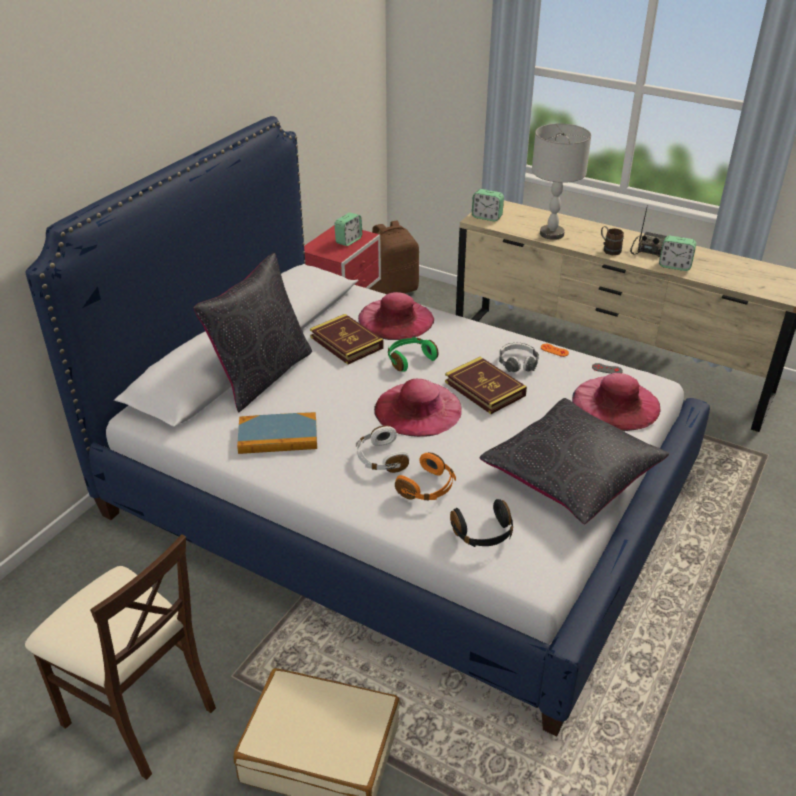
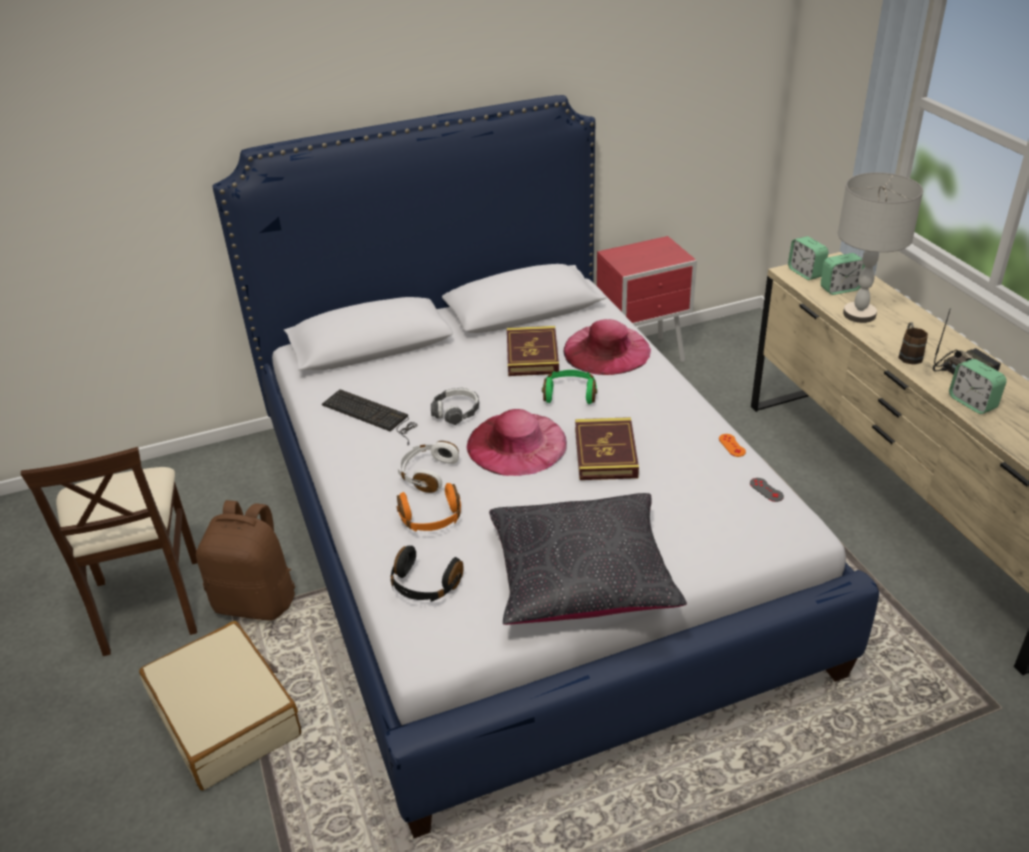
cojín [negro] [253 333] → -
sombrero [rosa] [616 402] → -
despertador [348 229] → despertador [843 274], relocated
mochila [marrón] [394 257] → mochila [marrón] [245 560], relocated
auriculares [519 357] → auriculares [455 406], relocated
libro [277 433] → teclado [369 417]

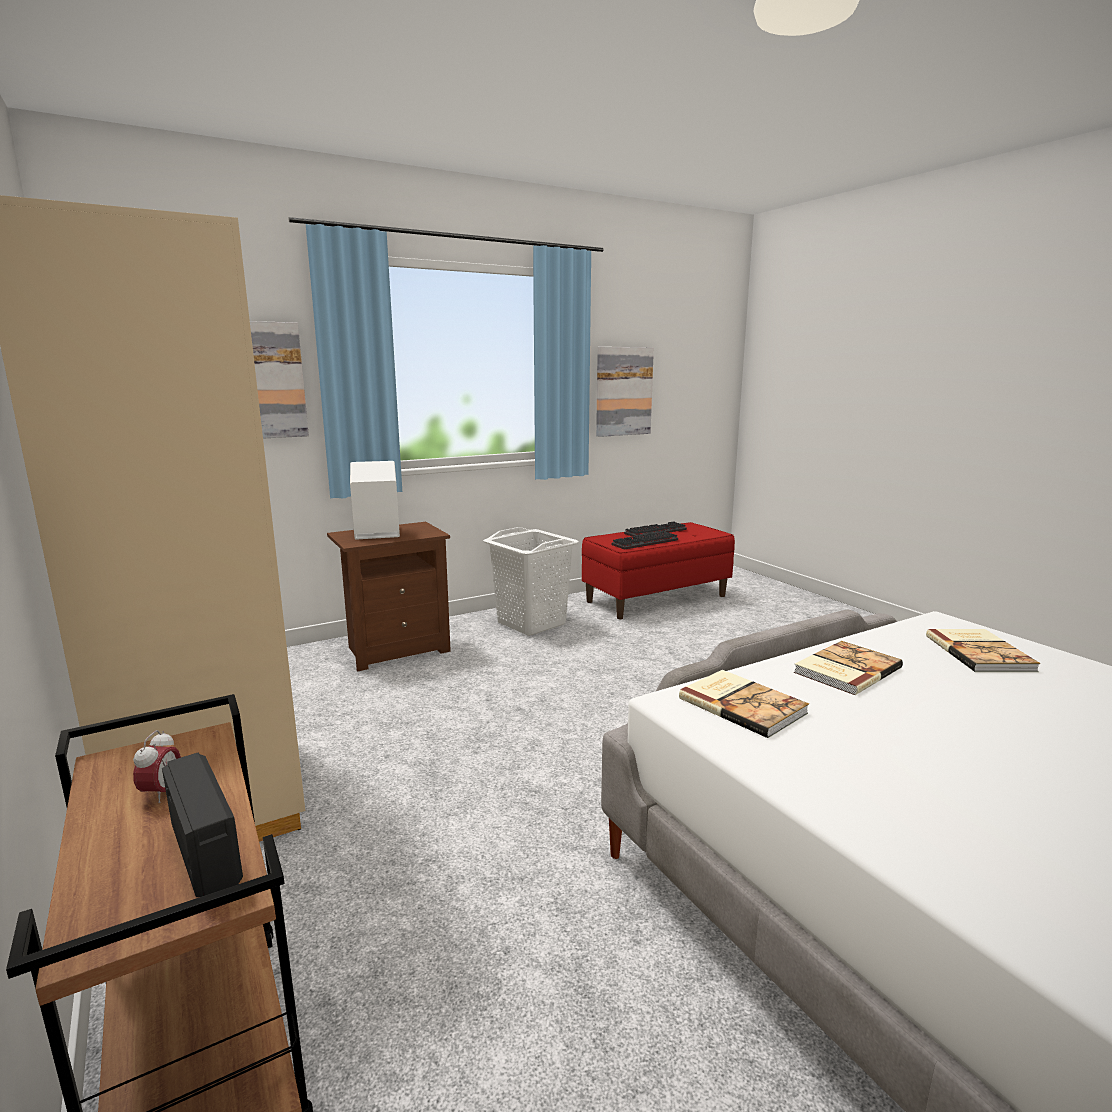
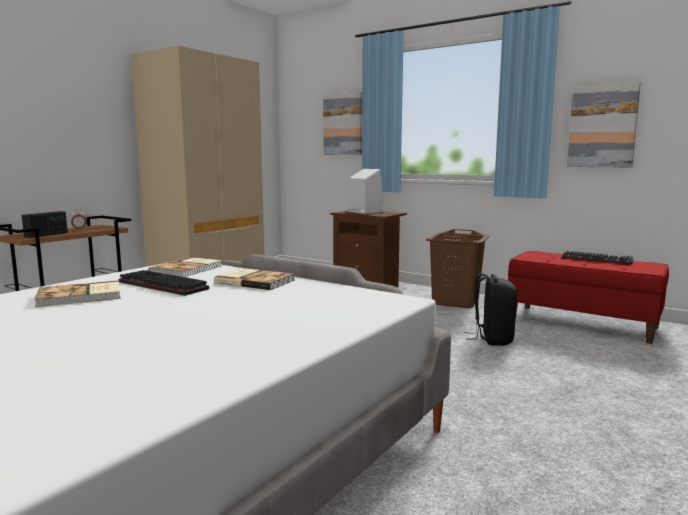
- → mochila [negro] [491 309]
teclado [645 540] → teclado [164 283], relocated
libro [983 650] → libro [77 293], relocated
cesto de la ropa [blanco] [530 581] → cesto de la ropa [marrón] [457 268]

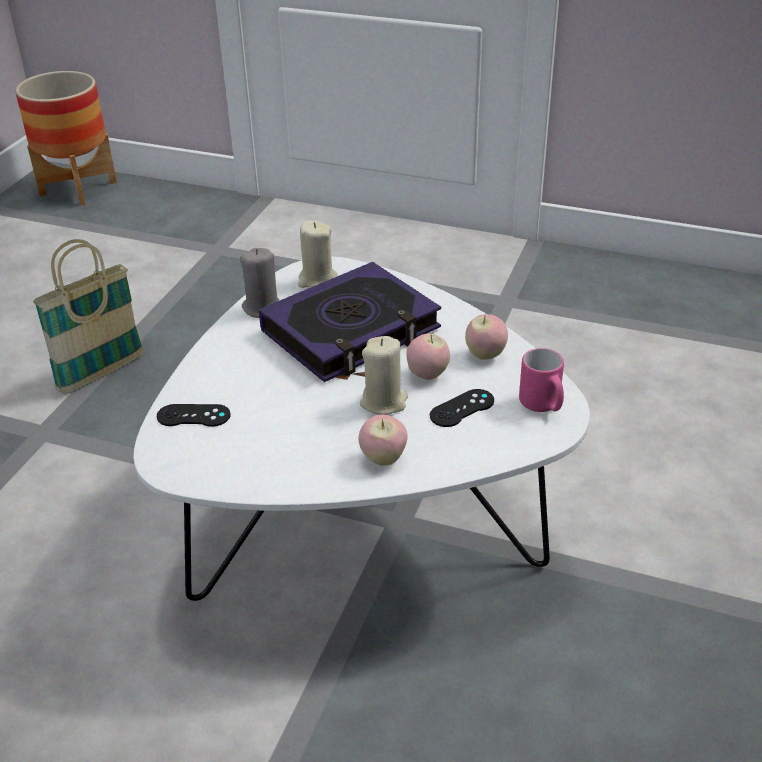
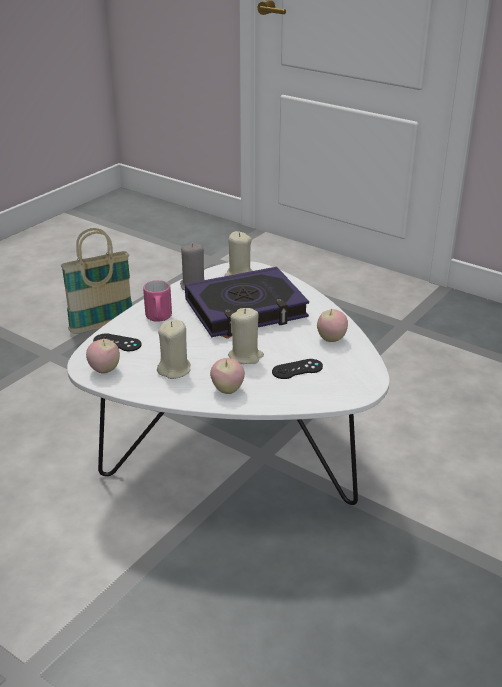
maceta [66 138] → -
- → vela [beis] [173 349]
manzana [428 357] → manzana [103 356], relocated
taza grande [rosa] [541 380] → taza grande [rosa] [157 301], relocated

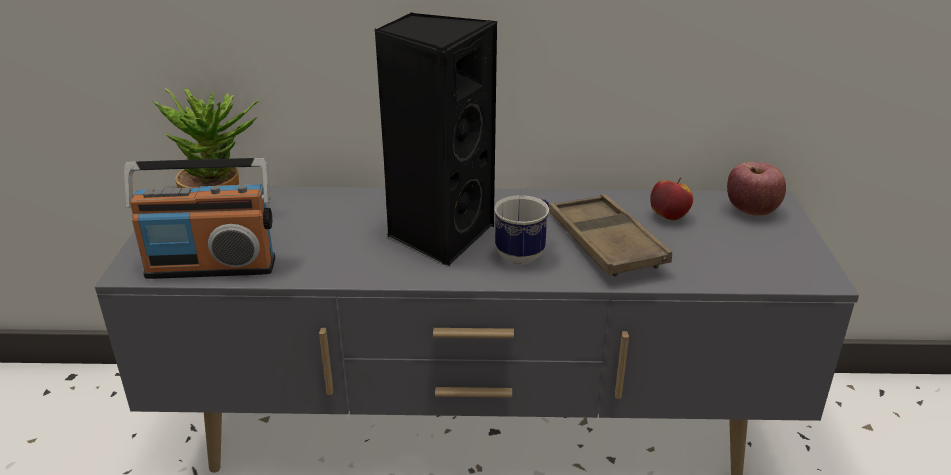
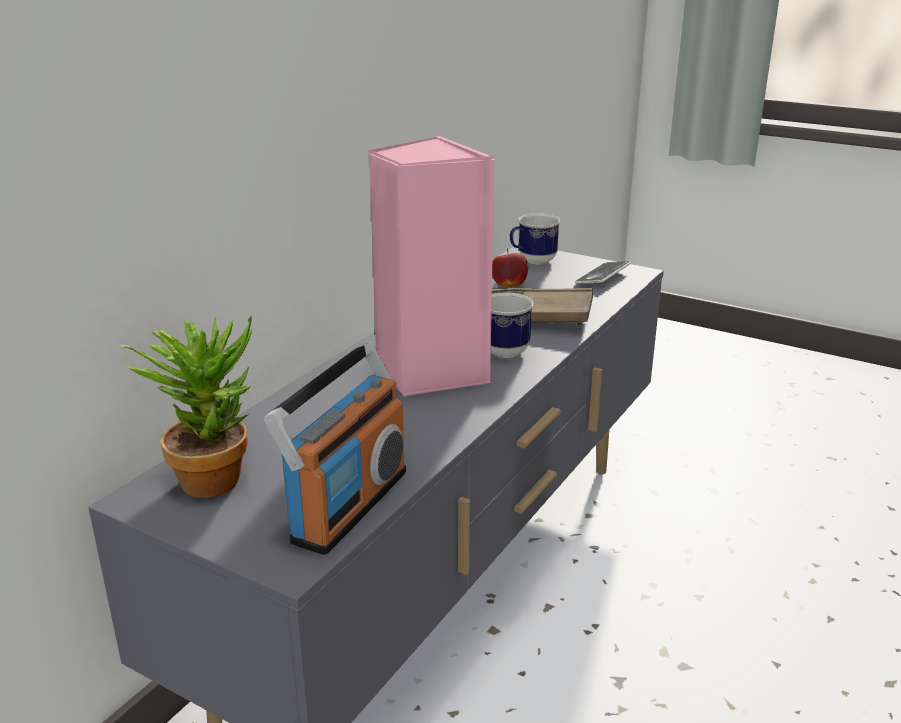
- → móvil [603 272]
manzana [756 189] → taza grande [535 238]
altavoz [negro] [435 139] → altavoz [rosa] [431 266]

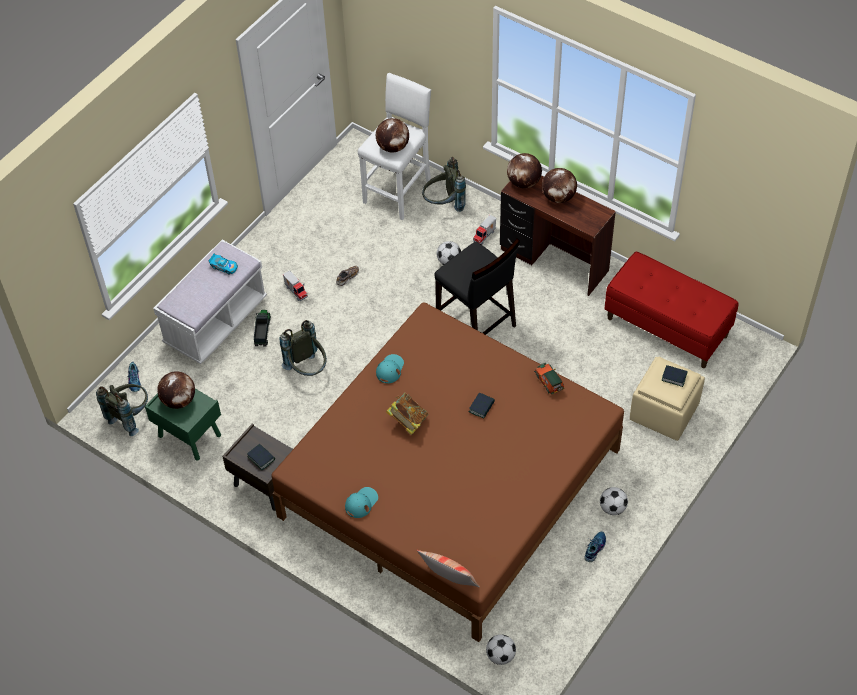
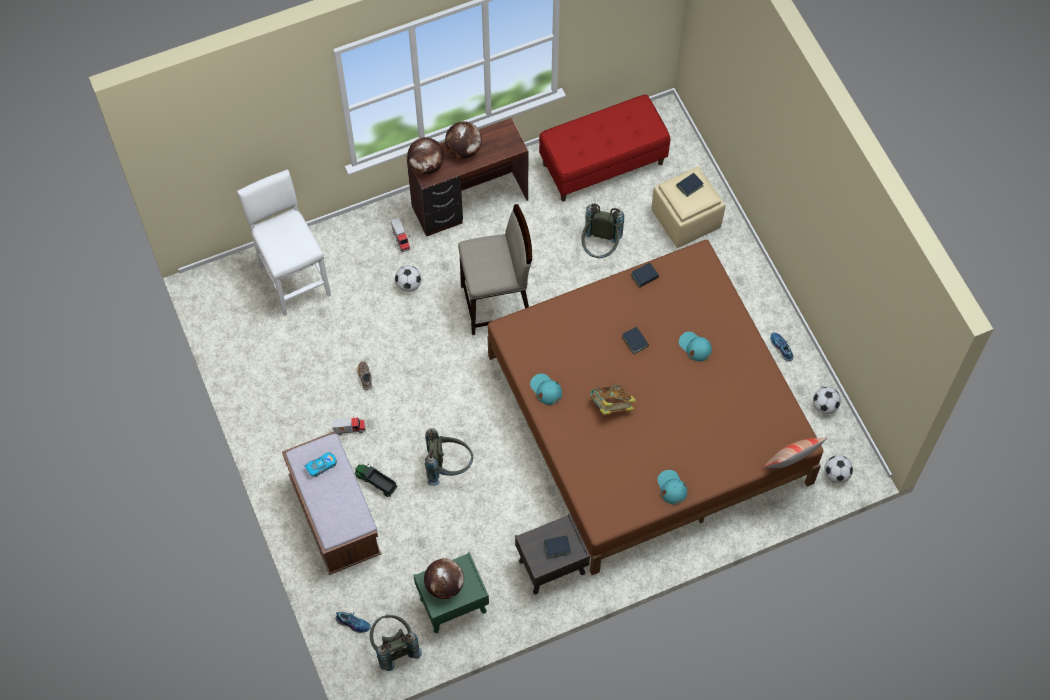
globo terráqueo [392 135] → -
- → gorra [turquesa] [695 346]
mochila [gris] [444 184] → mochila [gris] [603 230], relocated
balón de fútbol [614 501] → balón de fútbol [827 400], relocated
coche de juguete [549 379] → libro [645 275]
banco [blanco] [210 302] → banco [marrón] [331 503]
taburete [negro] [477 287] → taburete [beis] [495 269]

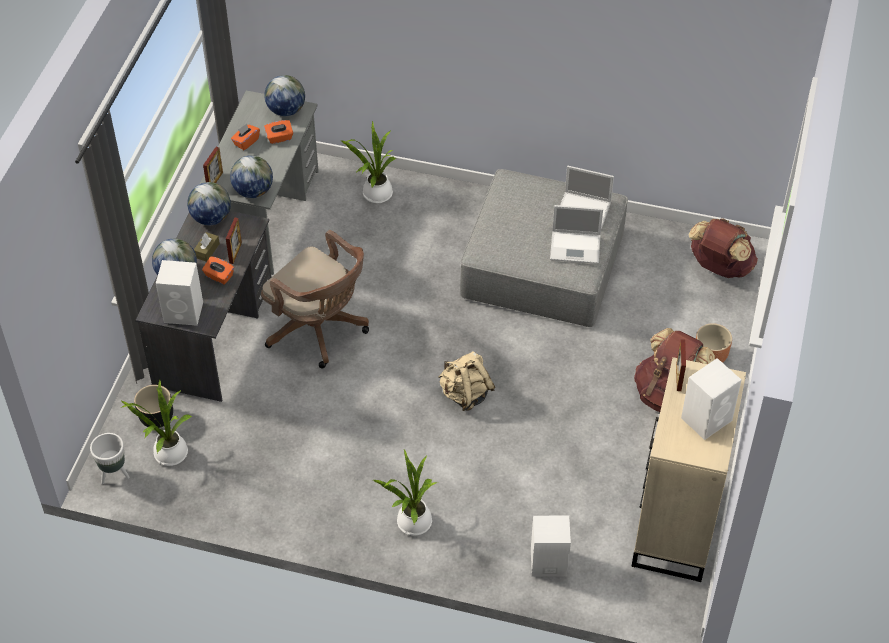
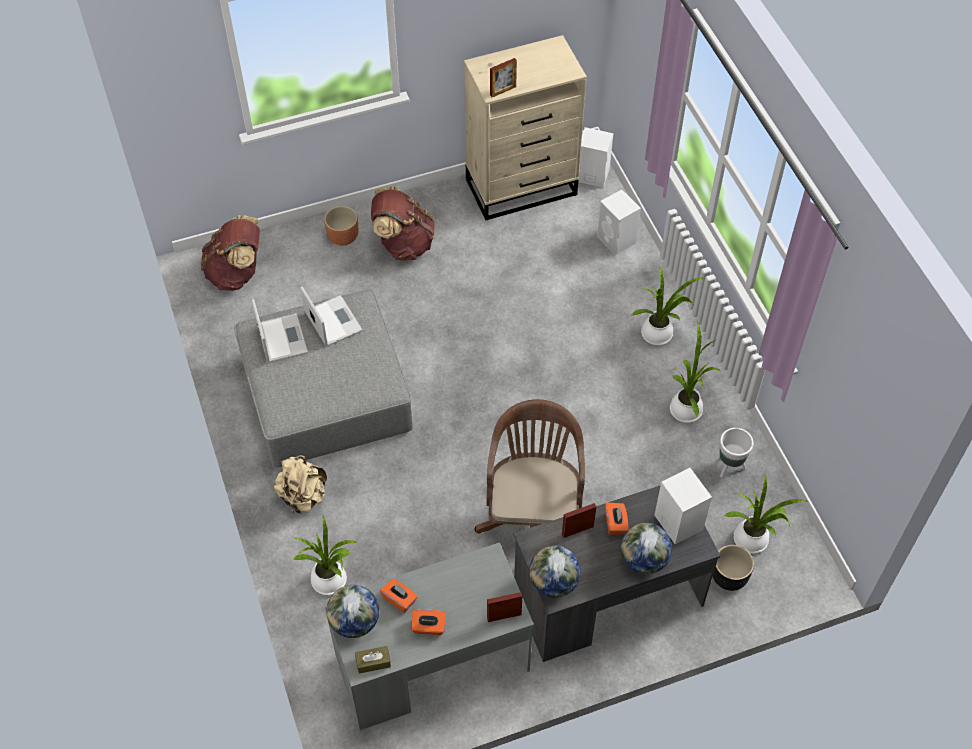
globo terráqueo [251 176] → -
- → planta en maceta [695 372]
maceta [blanco] [110 458] → maceta [blanco] [736 453], relocated
caja de pañuelos [marrón] [207 247] → caja de pañuelos [marrón] [373 660], relocated
mochila [beis] [467 381] → mochila [beis] [300 484], relocated
altavoz [blanco] [711 399] → altavoz [blanco] [595 157], relocated

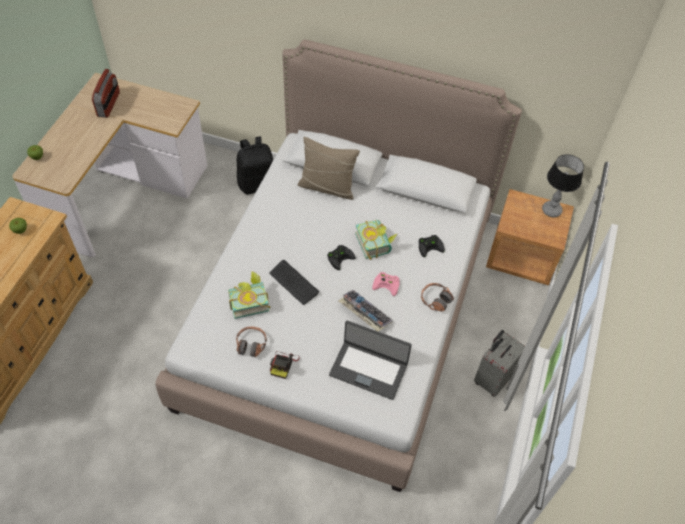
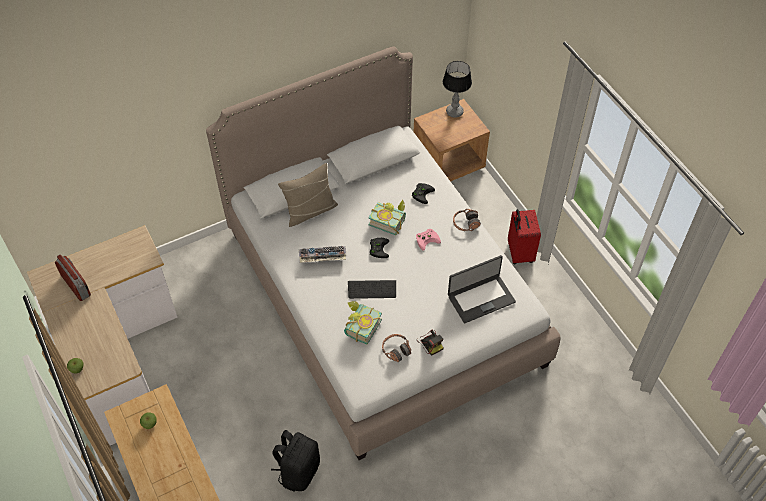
mochila [negro] [255 165] → mochila [negro] [295 460], relocated
teclado [365 311] → teclado [322 254], relocated
maleta [gris] [499 363] → maleta [rojo] [524 236]

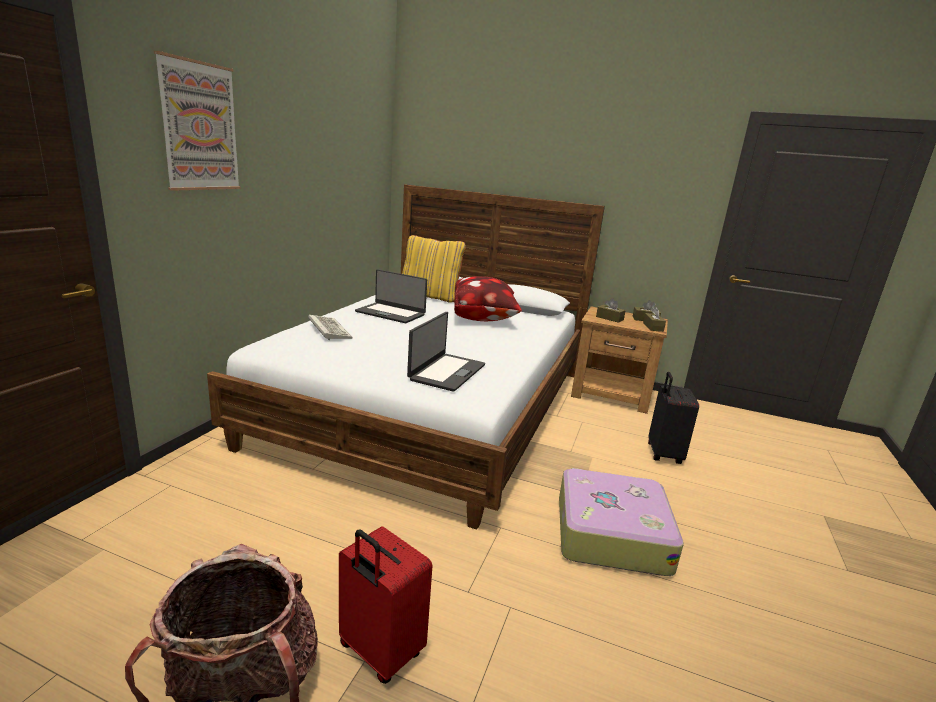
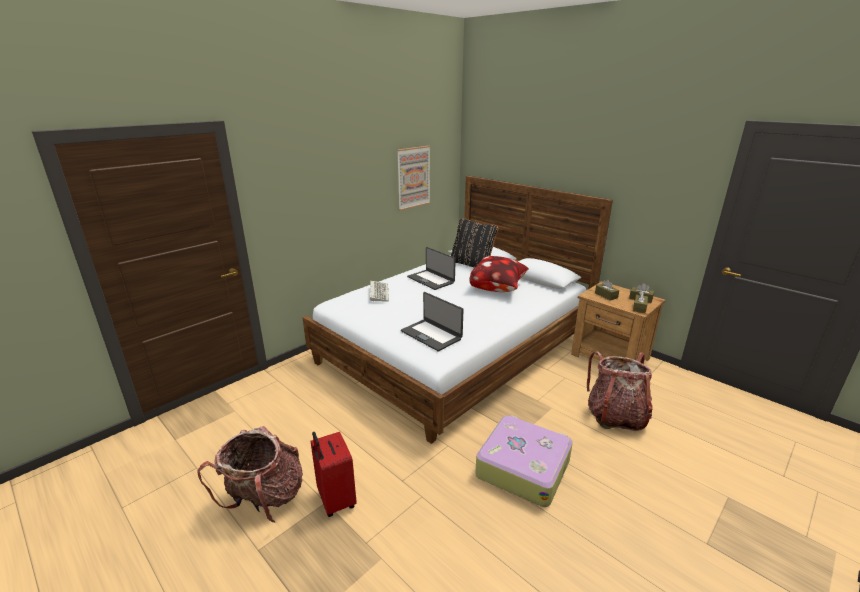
cuadro [197 121] → cuadro [414 178], relocated
maleta [negro] [673 418] → mochila [620 391]
cojín [amarillo] [434 269] → cojín [negro] [475 243]
portátil [446 352] → portátil [432 321], 90 degrees clockwise

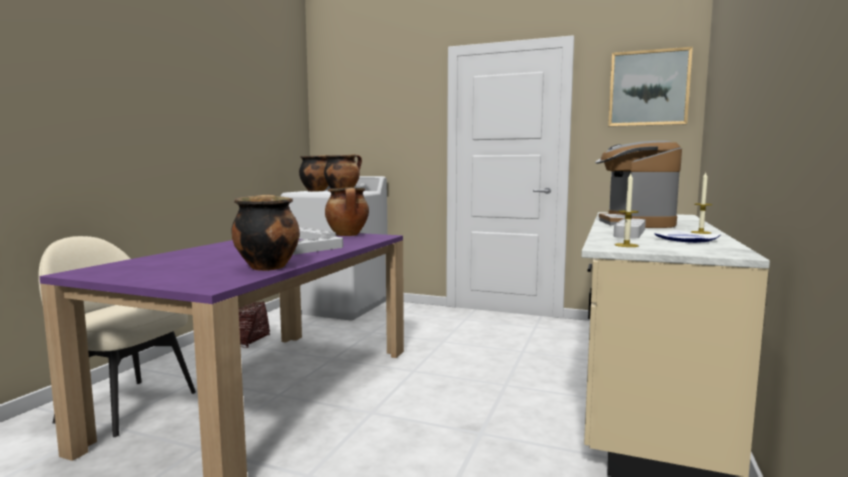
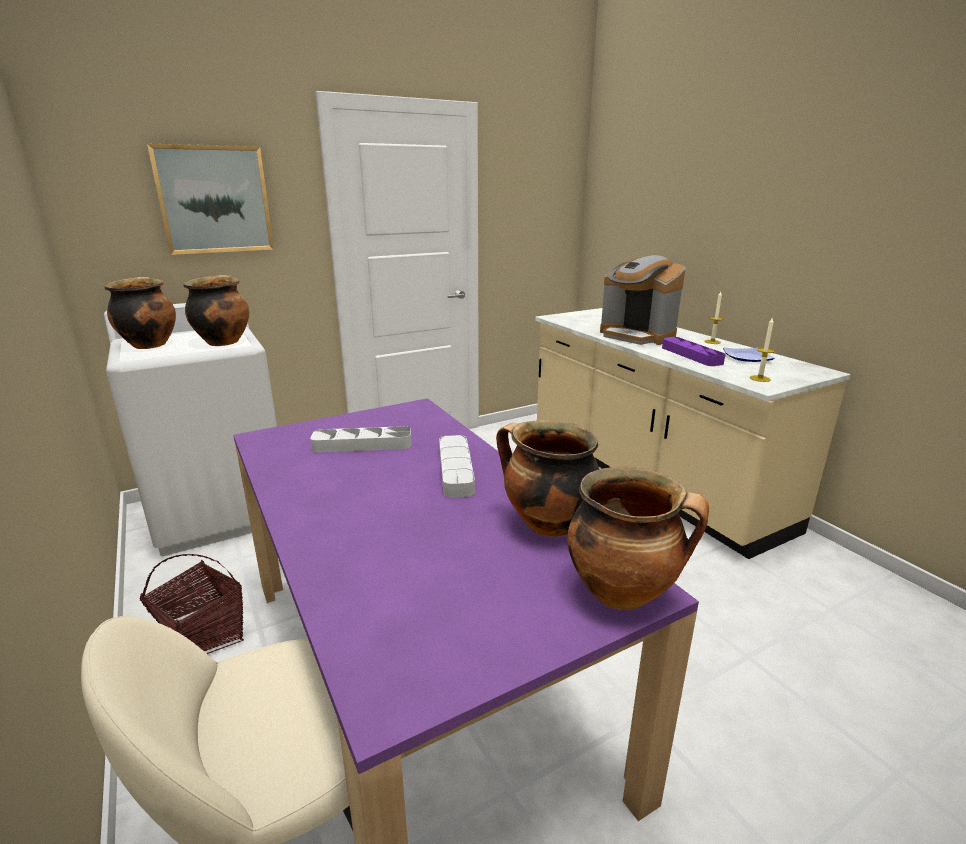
olla [347 211] → olla [638 538], relocated
cuadro [650 87] → cuadro [210 199], relocated
bandeja [gris] [629 228] → bandeja [morado] [693 351]

